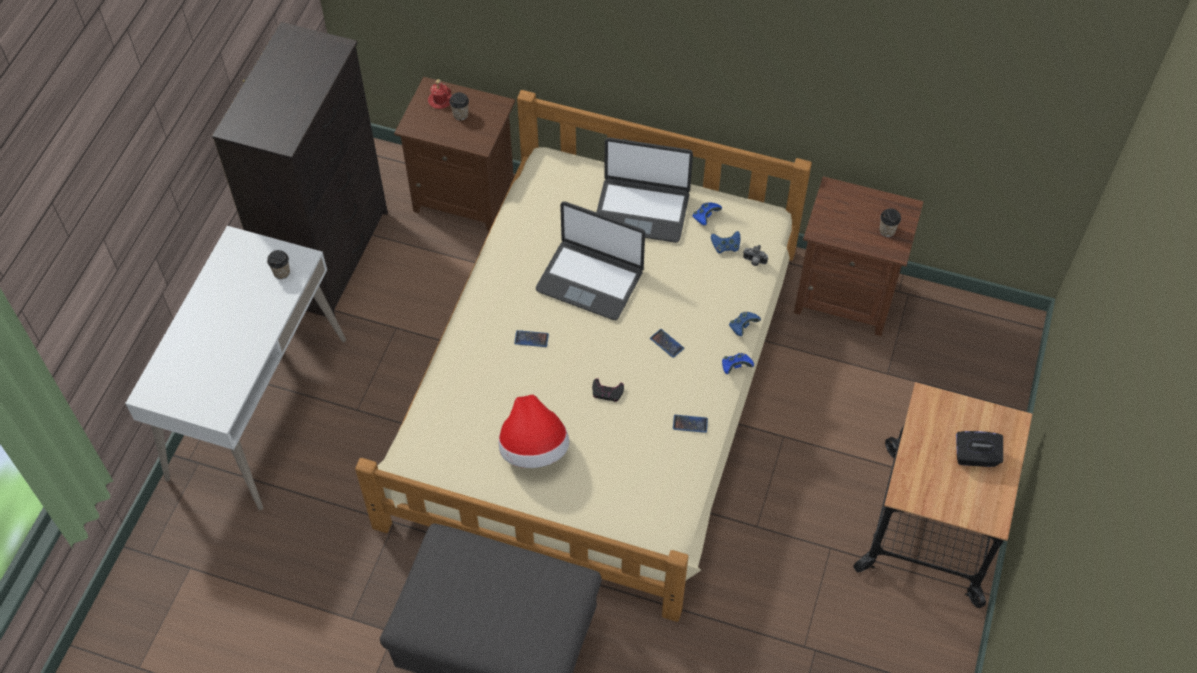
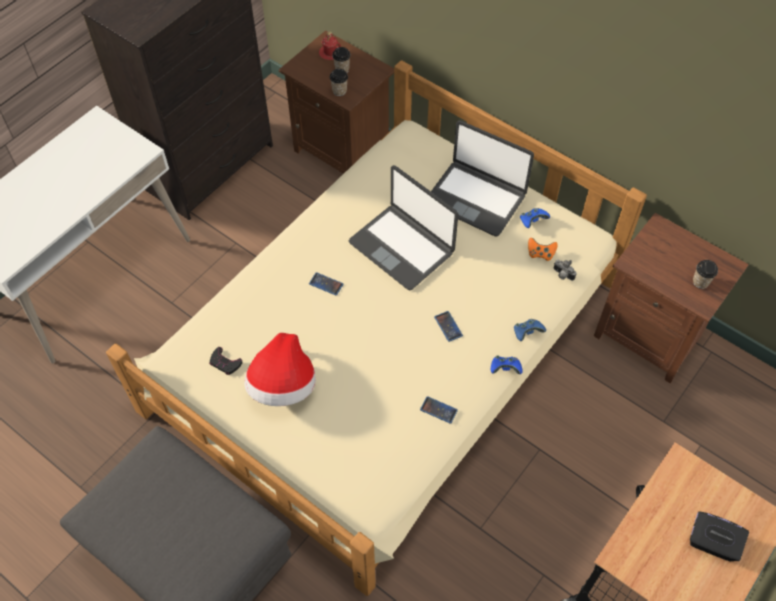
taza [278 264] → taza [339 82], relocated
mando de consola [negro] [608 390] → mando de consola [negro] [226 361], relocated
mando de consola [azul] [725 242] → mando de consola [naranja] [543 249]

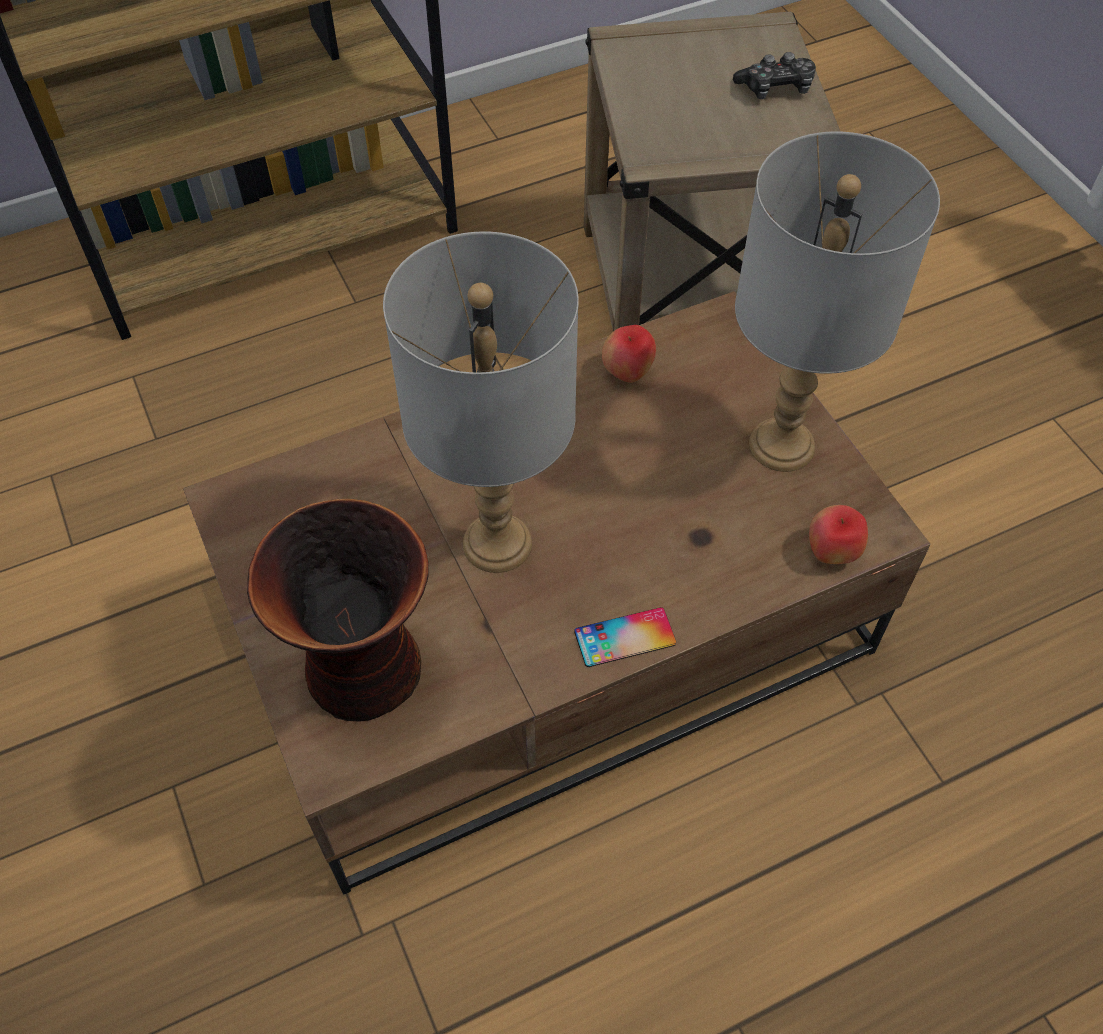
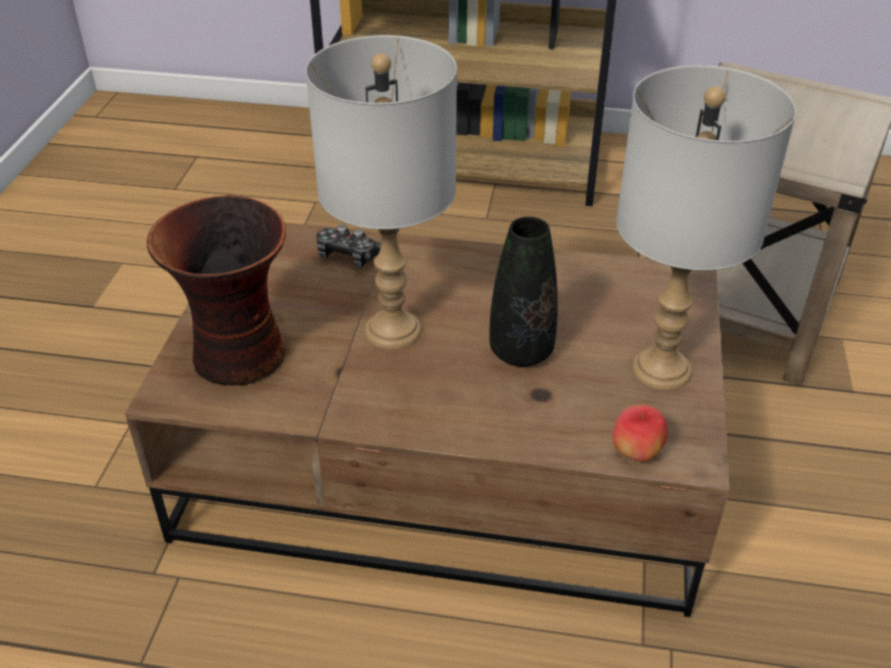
móvil [625 637] → -
manzana [629 354] → -
- → florero [negro] [523 292]
mando de consola [774 75] → mando de consola [348 246], relocated

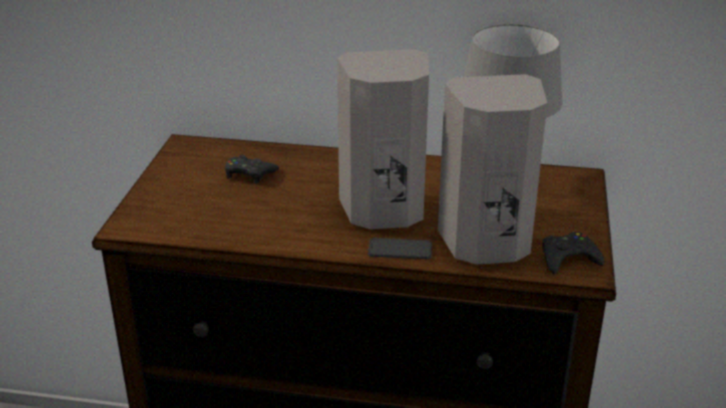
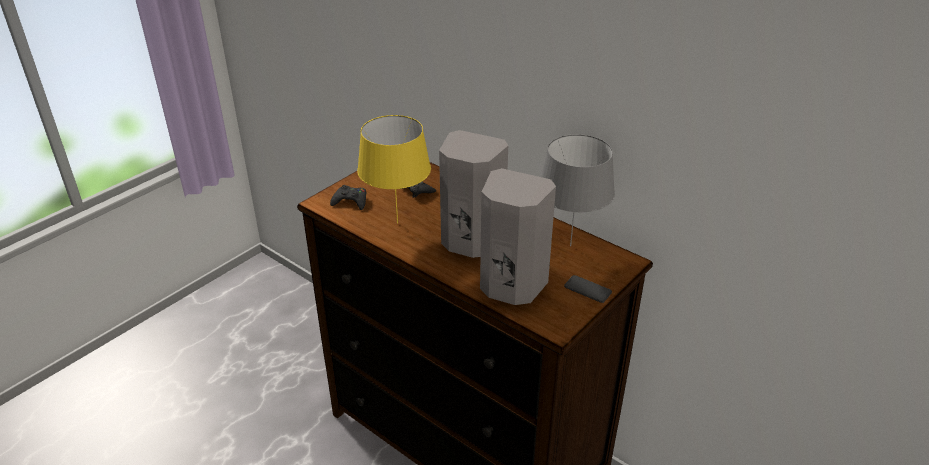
- → lámpara de mesa [amarillo] [394 169]
móvil [400 248] → móvil [588 289], relocated
mando de consola [negro] [573 253] → mando de consola [negro] [348 197], relocated

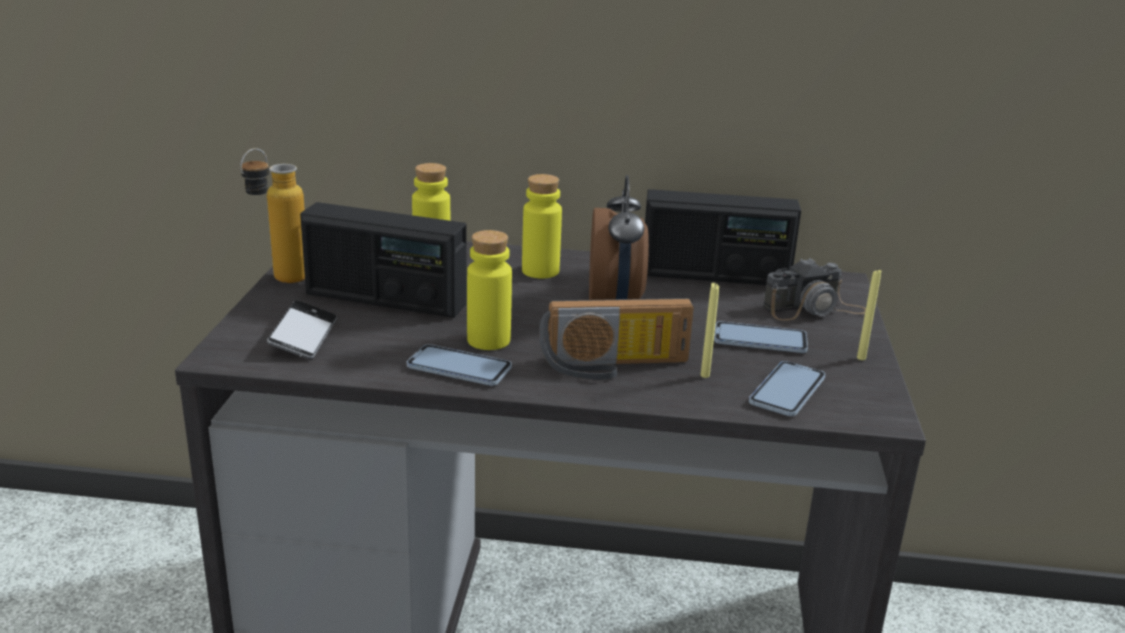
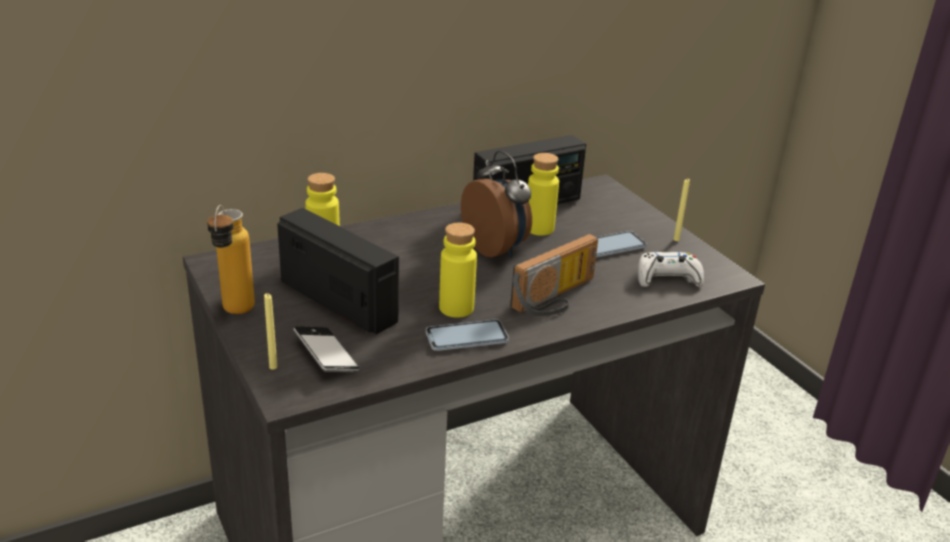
cámara [814 289] → -
botella [amarillo] [542 226] → botella [amarillo] [543 194], relocated
vela [amarillo] [710 330] → vela [amarillo] [270 331], relocated
móvil [787 388] → mando de consola [blanco] [671 269]
radio [383 260] → radio [338 271], 120 degrees counterclockwise

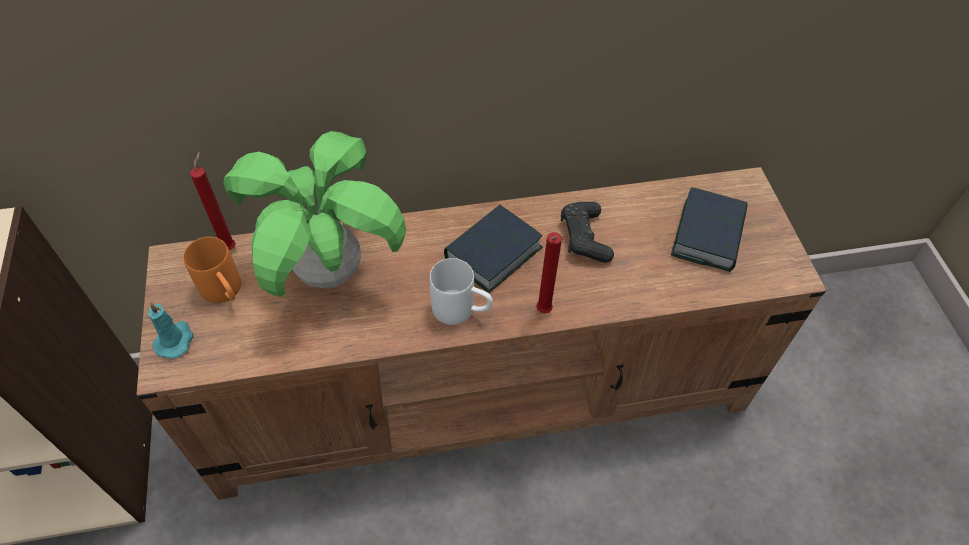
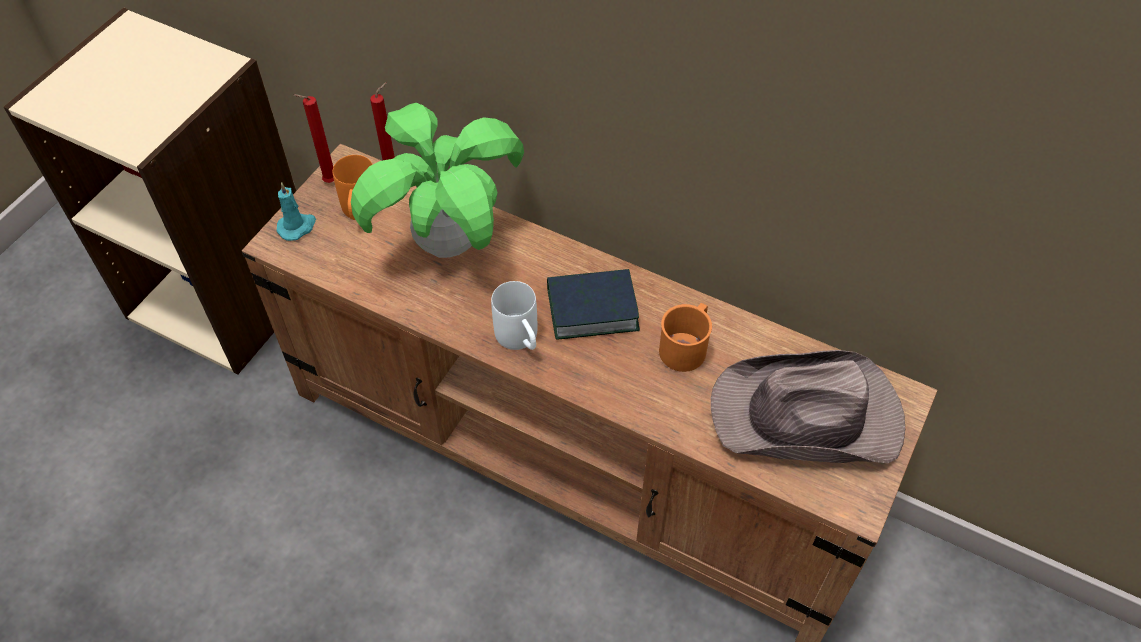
vela [rojo] [549 273] → vela [rojo] [313 138], relocated
mando de consola [negro] [587 232] → taza grande [naranja] [685 337]
libro [709 229] → sombrero [marrón] [808 406]

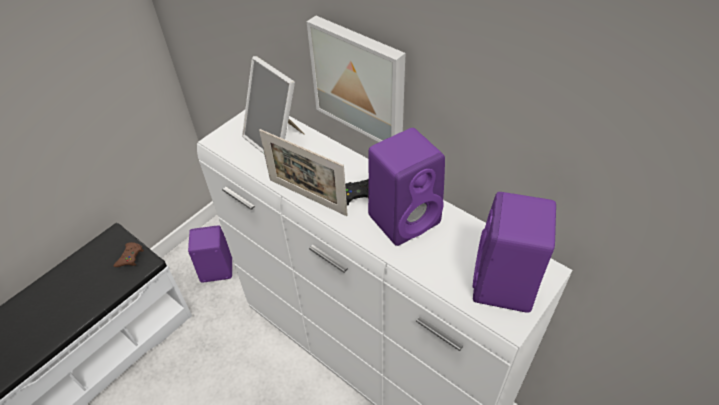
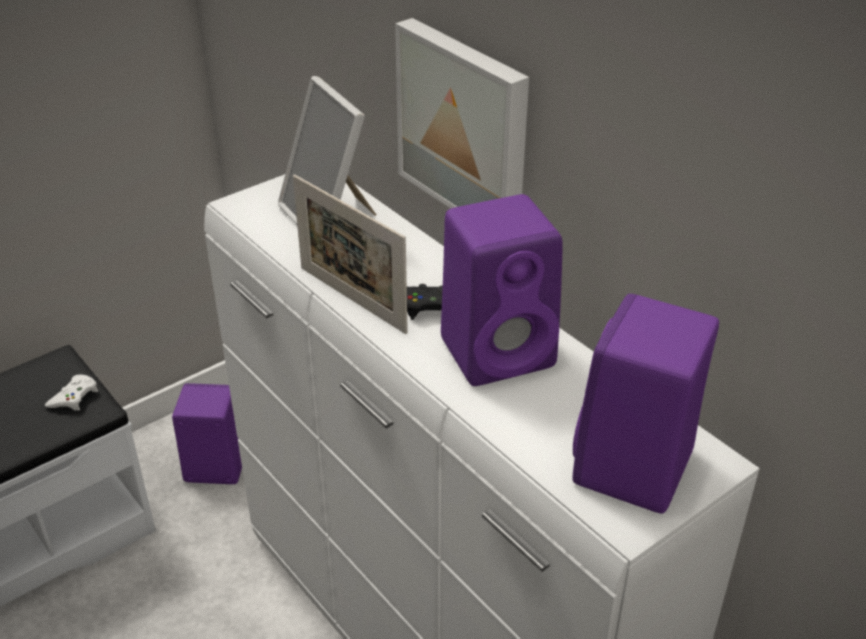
mando de consola [marrón] [128 254] → mando de consola [blanco] [71 392]

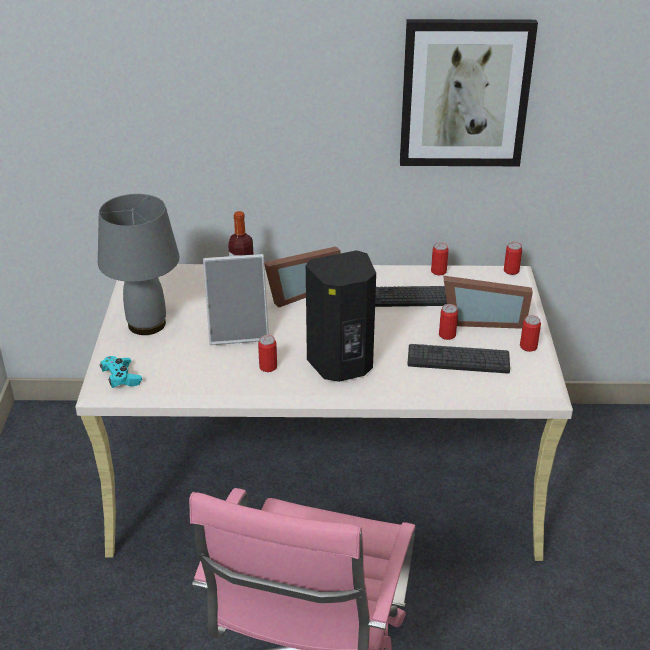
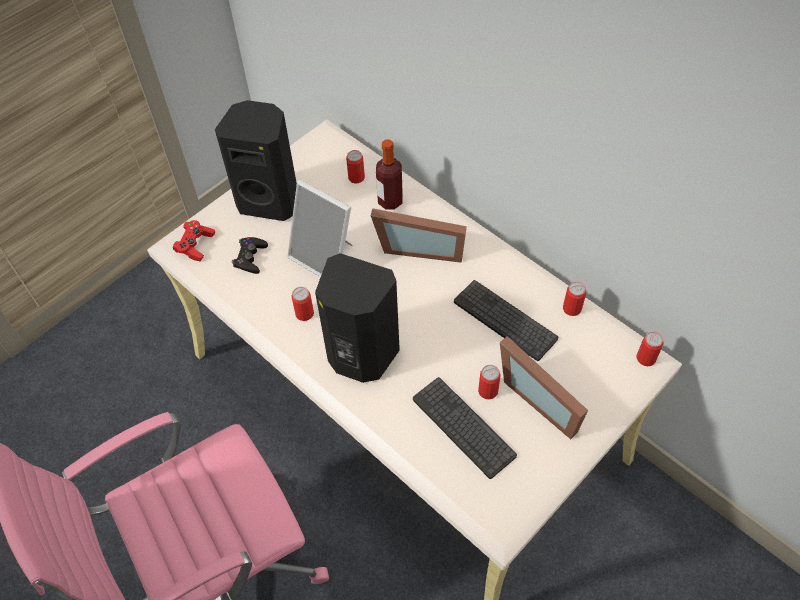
cuadro [469 92] → -
- → mando de consola [negro] [250 255]
lata [530 333] → lata [355 167], relocated
lámpara de mesa [gris] [138 264] → altavoz [negro] [256 160]
mando de consola [turquesa] [120 372] → mando de consola [rojo] [194 240]

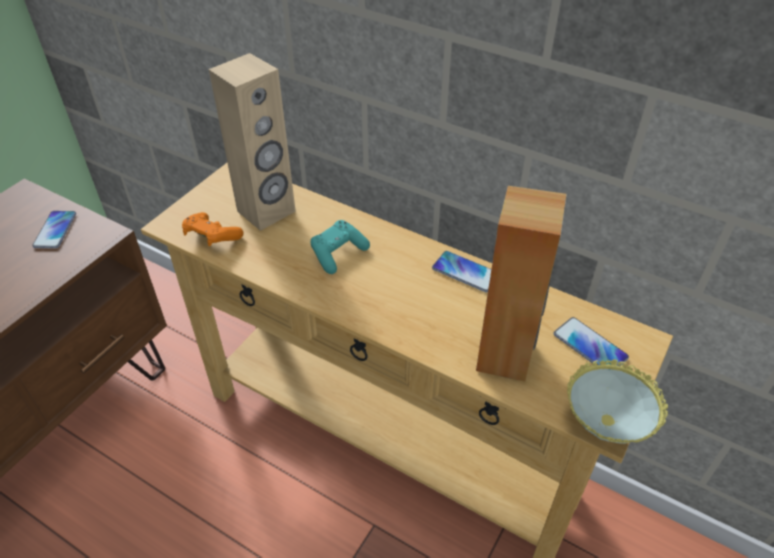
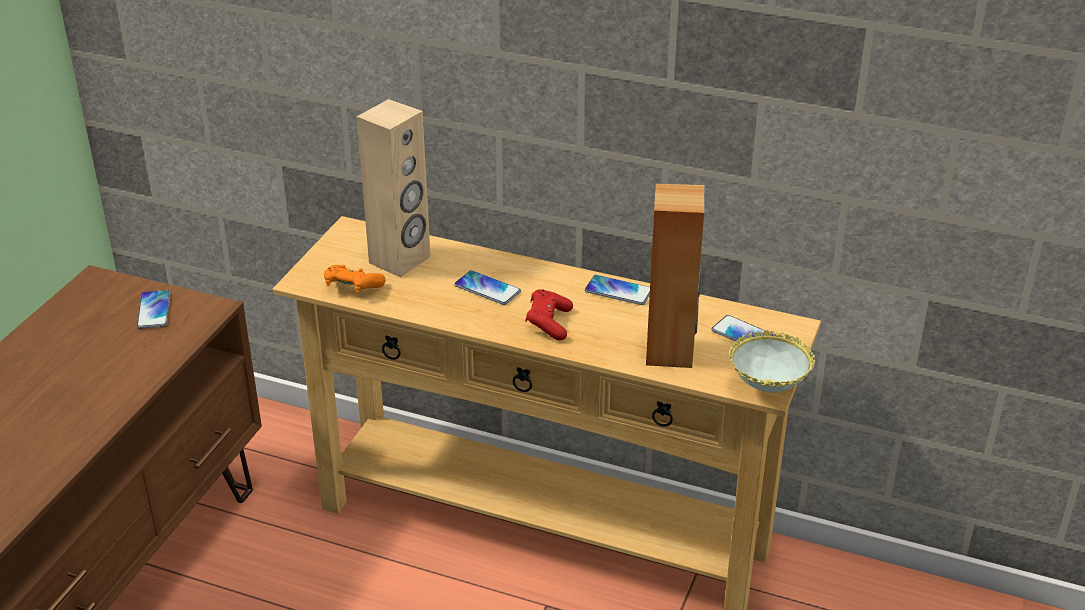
- → mando de consola [rojo] [549 314]
mando de consola [turquesa] [340 247] → móvil [487 287]

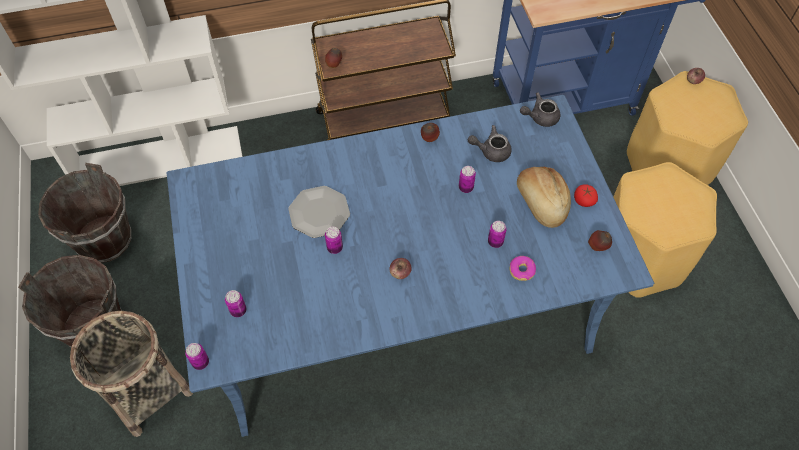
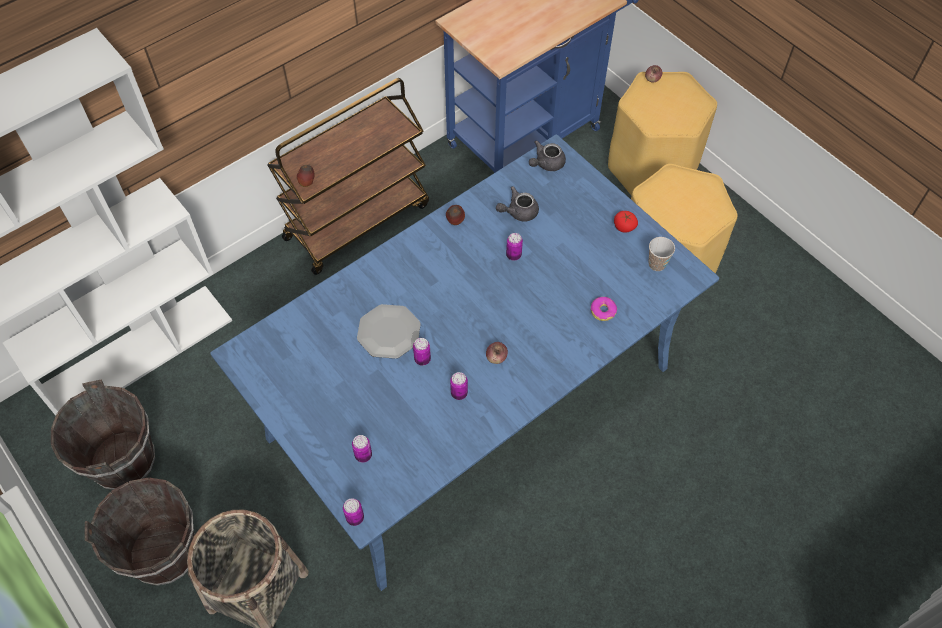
pan [544 197] → -
lata [497 234] → lata [459 386], relocated
manzana [600 240] → taza [661 254]

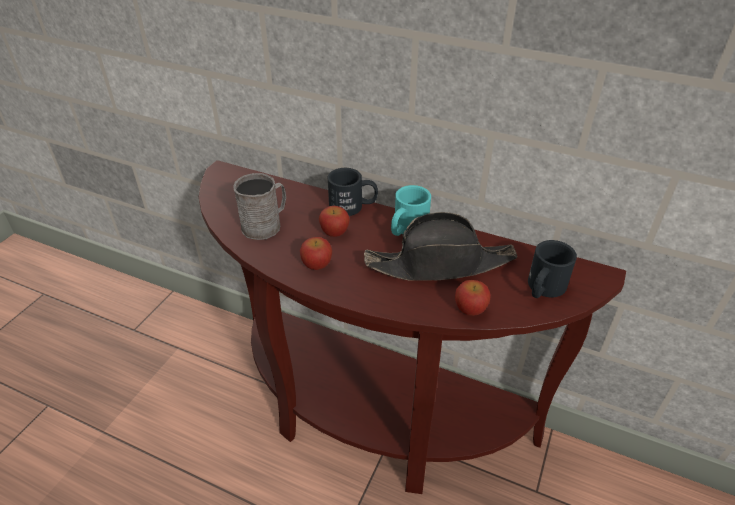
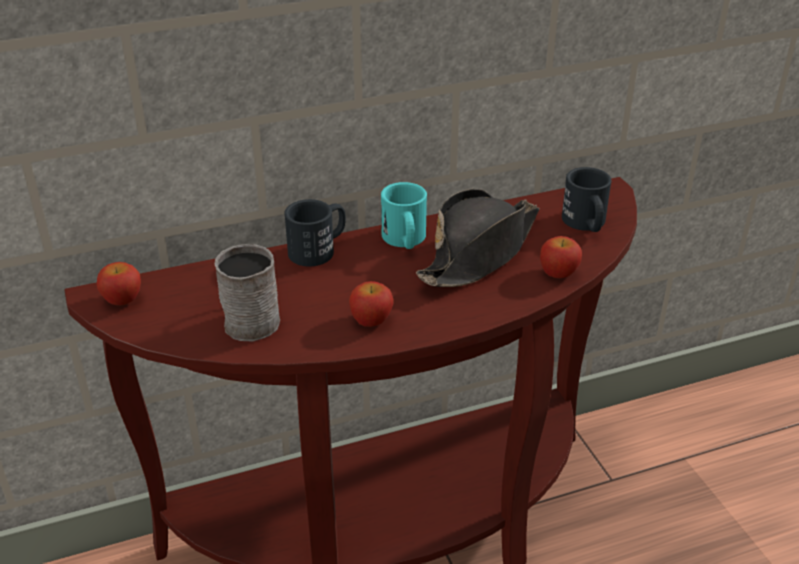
manzana [334 221] → manzana [119 283], relocated

